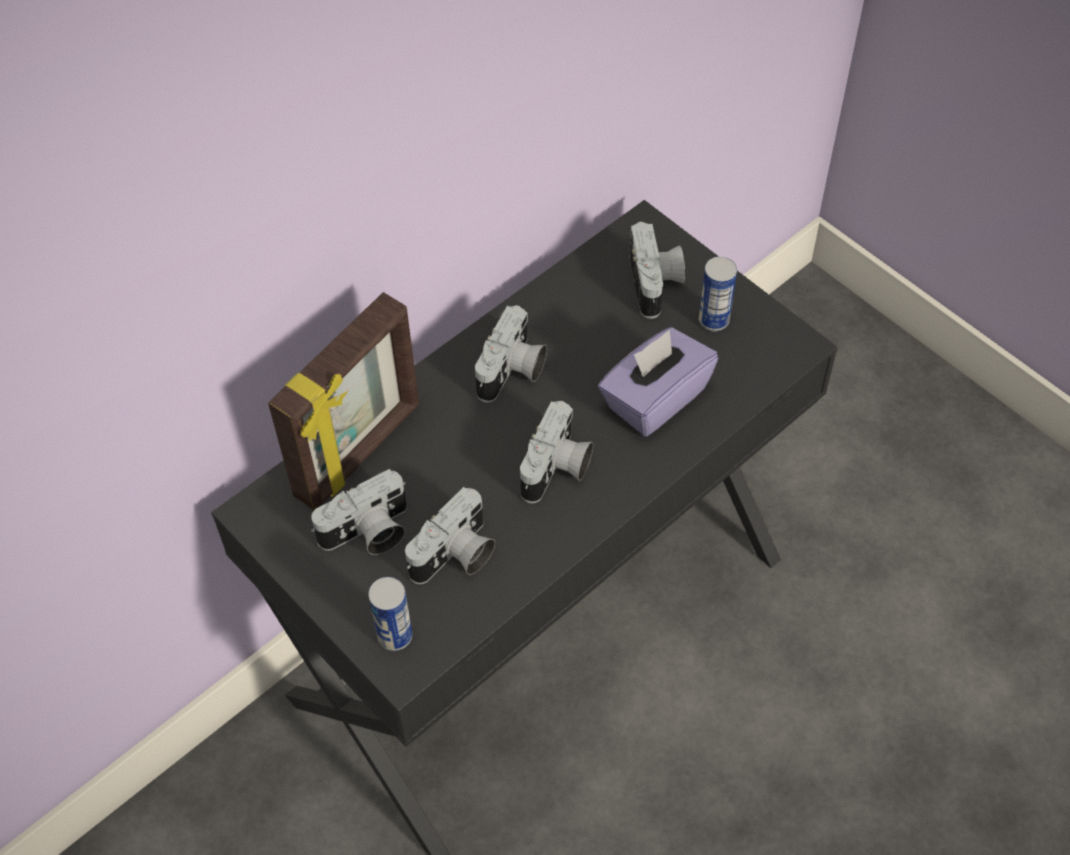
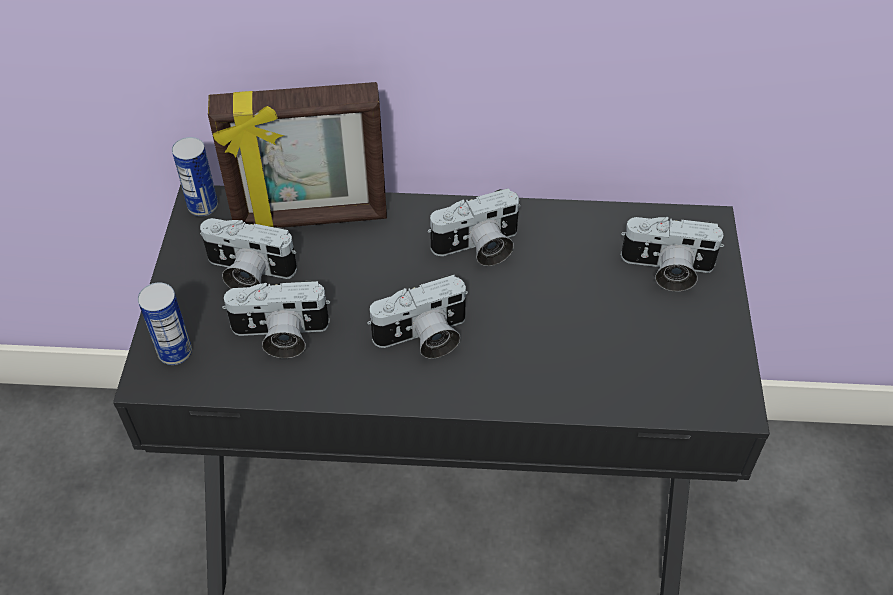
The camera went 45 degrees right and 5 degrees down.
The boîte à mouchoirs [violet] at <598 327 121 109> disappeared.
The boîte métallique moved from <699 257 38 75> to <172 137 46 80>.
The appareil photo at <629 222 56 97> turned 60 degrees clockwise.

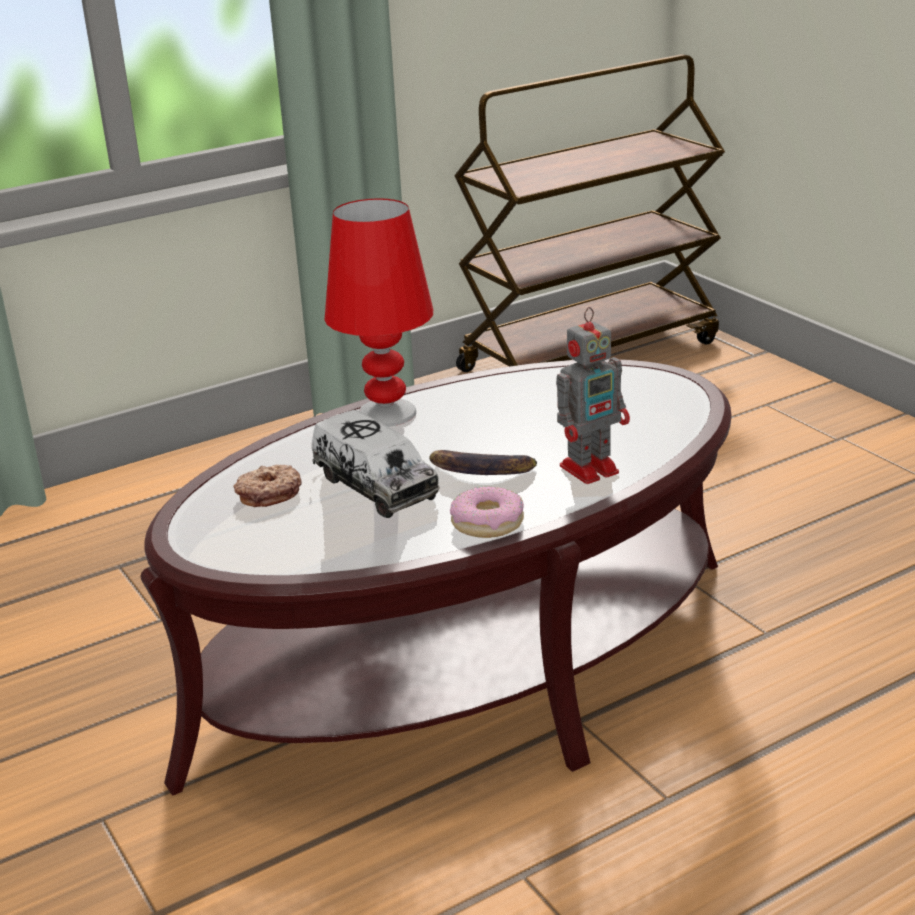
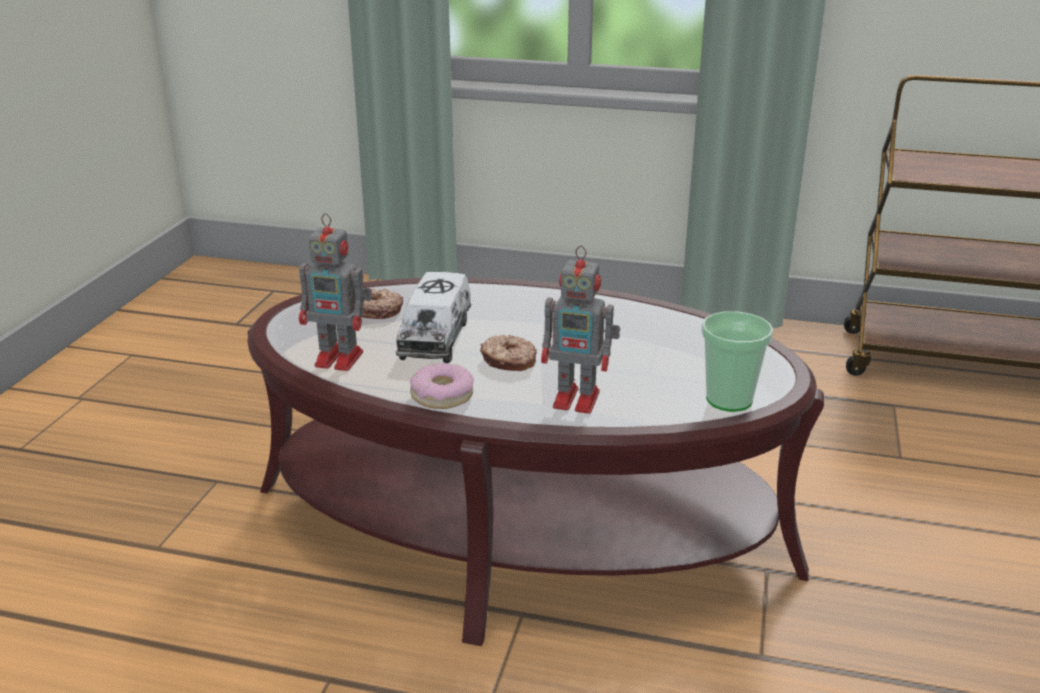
The camera went 45 degrees right and 0 degrees up.
The lampe de table [rouge] at <325 198 108 229> disappeared.
The robot jouet at <299 213 73 158> appeared.
The tasse at <701 311 72 101> appeared.
The banane at <429 450 108 25> was replaced by the beignet at <480 335 57 36>.

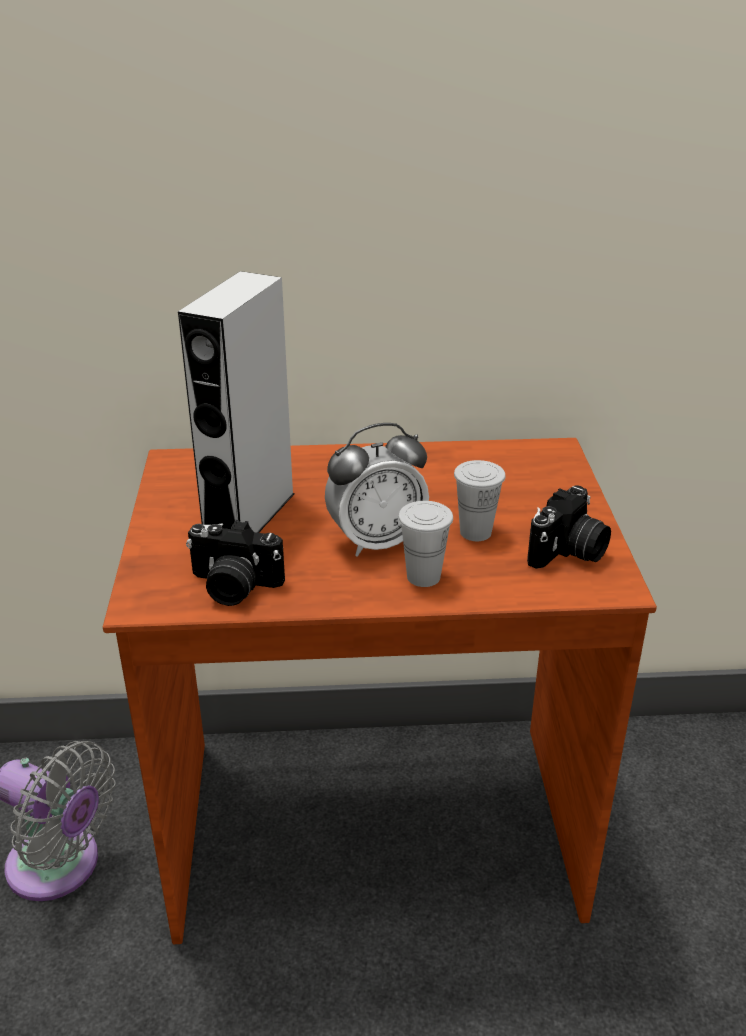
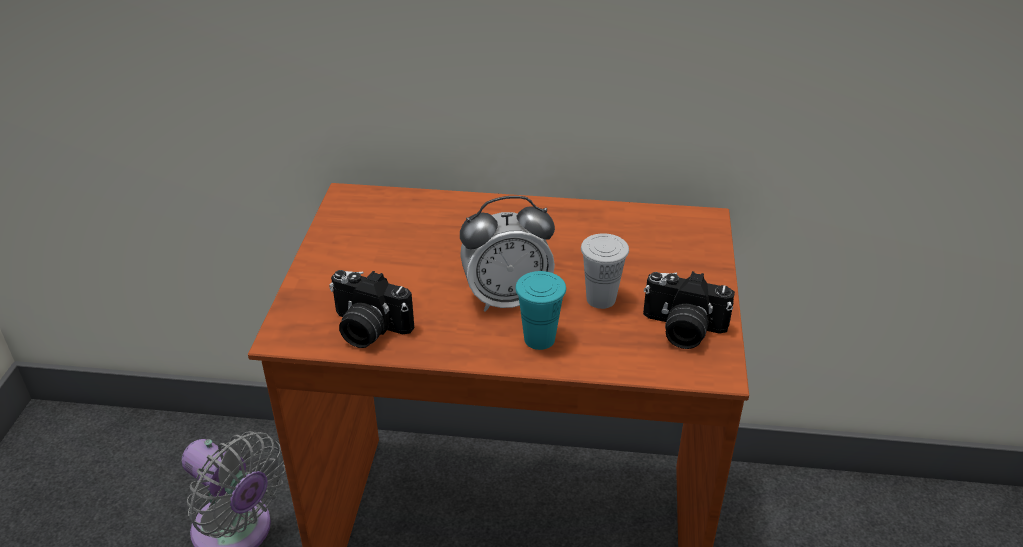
The camera went 10 degrees right and 5 degrees up.
The enceinte [gris] at <178 271 117 262> disappeared.
The tasse [blanc] at <398 501 55 86> became the tasse [turquoise] at <515 271 51 79>.
The appareil photo at <527 485 84 84> turned 60 degrees clockwise.

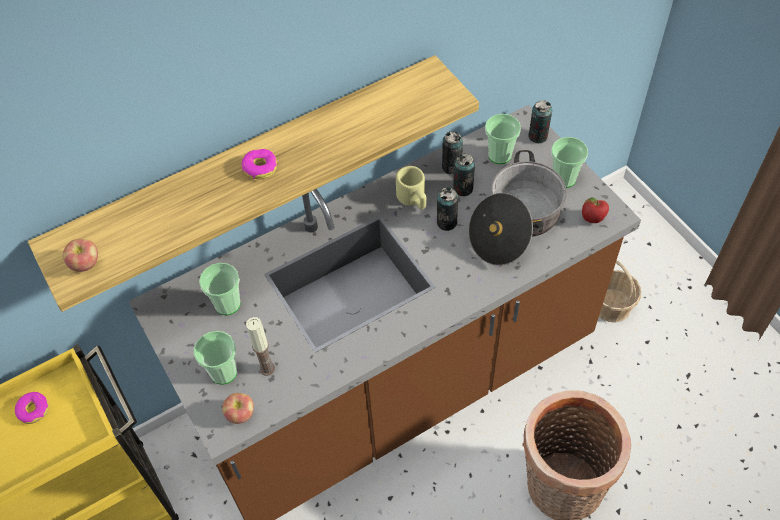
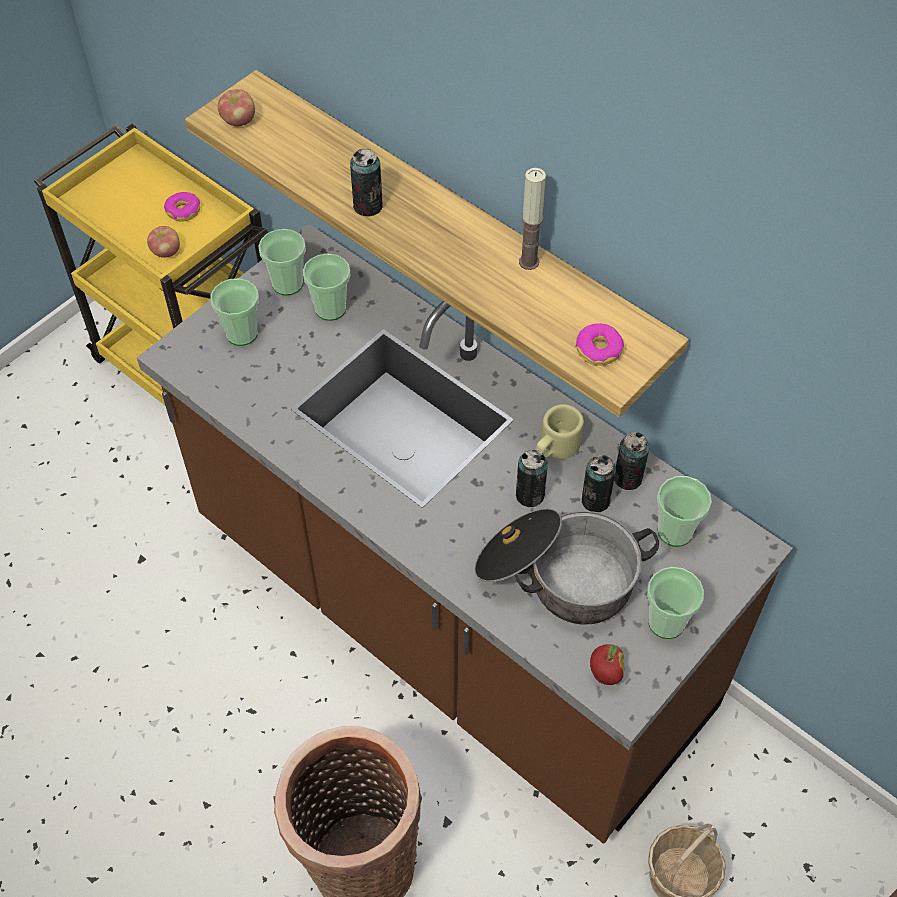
The camera went 70 degrees right and 0 degrees up.
The tasse at <258 229 48 67> appeared.
The pomme moved from <222 393 32 31> to <147 226 33 32>.
The beignet moved from <241 149 36 30> to <575 323 49 43>.
The bougie moved from <246 317 29 59> to <519 168 27 102>.
The boîte métallique moved from <528 100 24 44> to <350 149 33 67>.

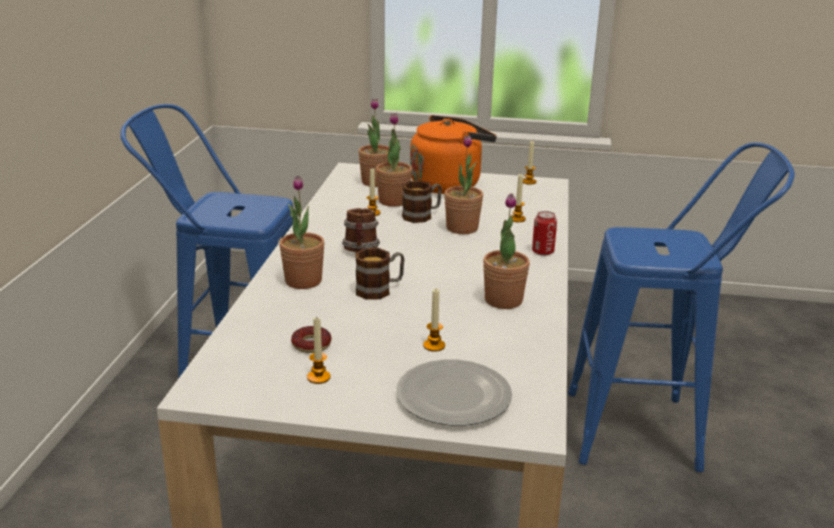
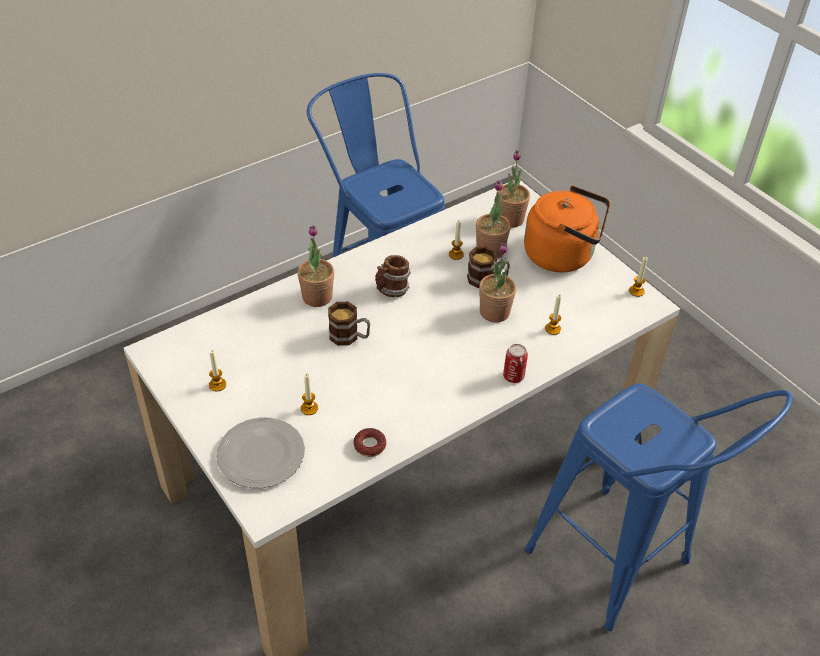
The camera went 45 degrees right and 20 degrees up.
The plante en pot at <483 193 47 116> disappeared.
The beignet moved from <291 326 41 27> to <353 428 33 29>.

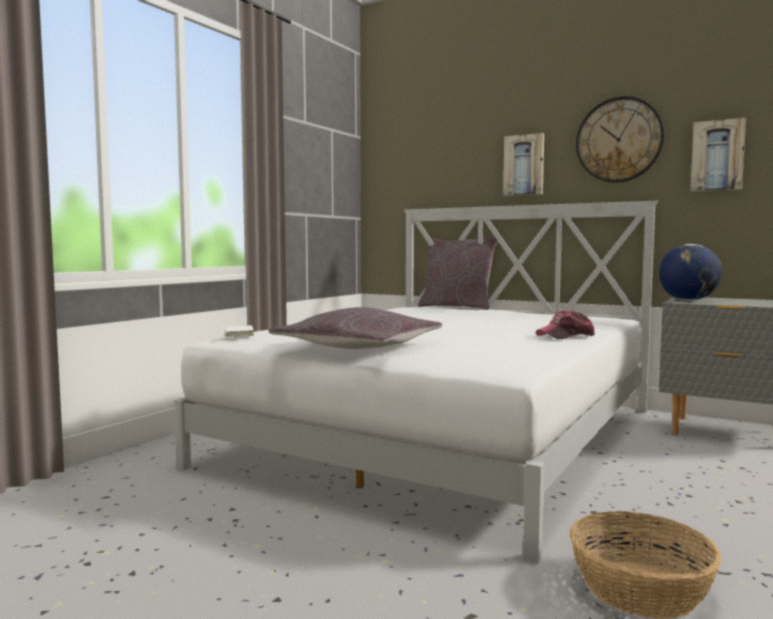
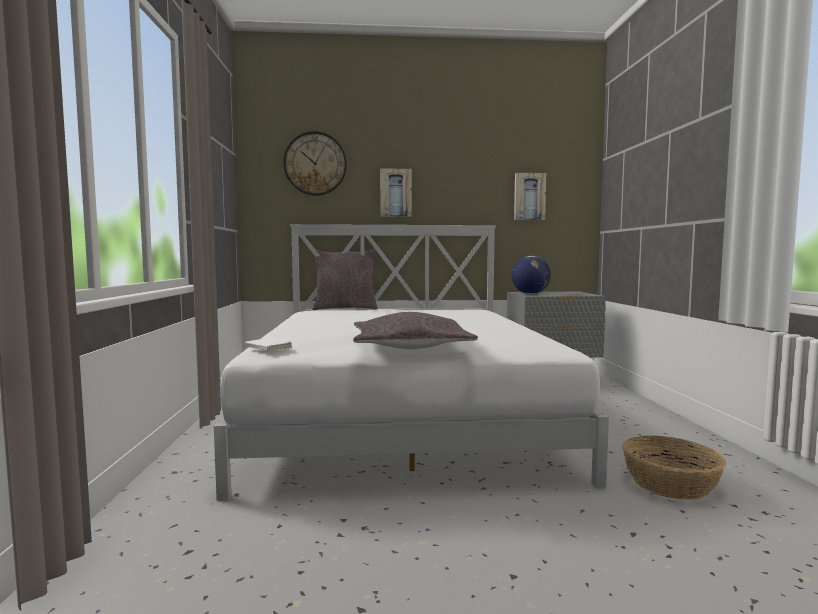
The camera went 35 degrees left and 0 degrees up.
The casquette at <536 310 59 29> disappeared.
The horloge murale moved from <576 96 88 87> to <283 131 64 65>.

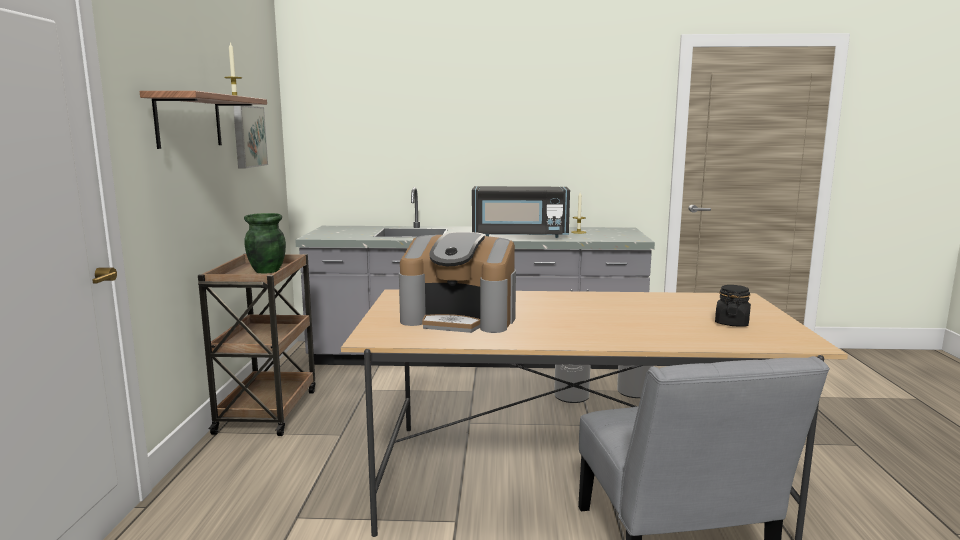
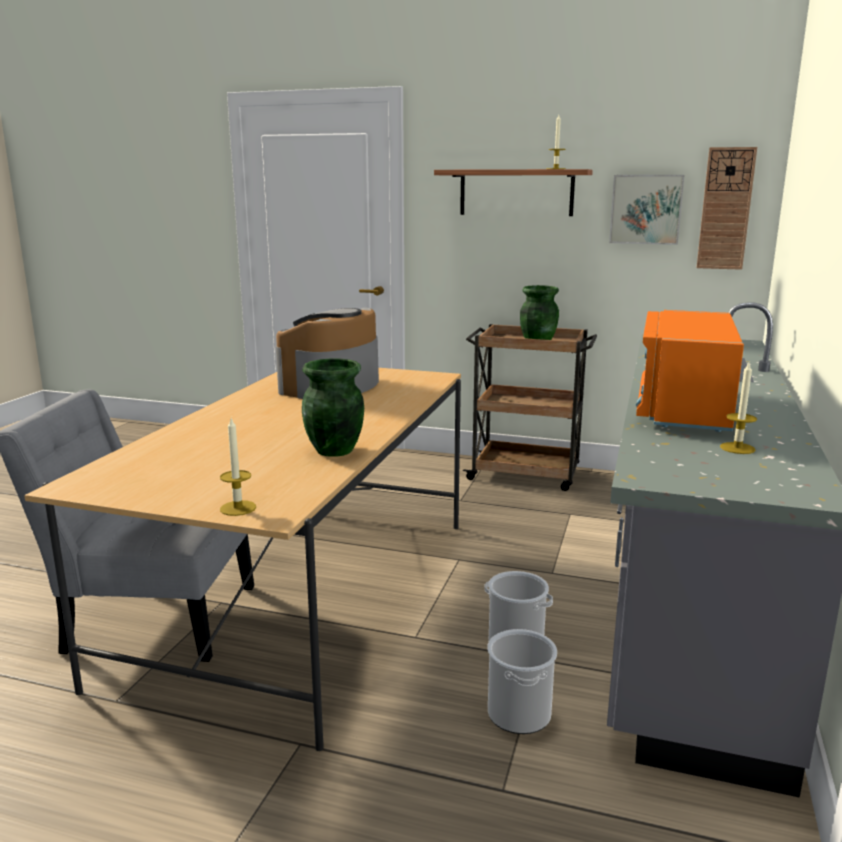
The camera went 105 degrees right and 5 degrees up.
The bocal [noir] at <715 285 36 42> disappeared.
The bougie at <220 418 36 98> appeared.
The vase [vert] at <302 359 62 98> appeared.
The horloge murale at <697 147 60 123> appeared.
The micro-ondes [noir] at <472 186 98 52> became the micro-ondes [orange] at <635 310 109 122>.

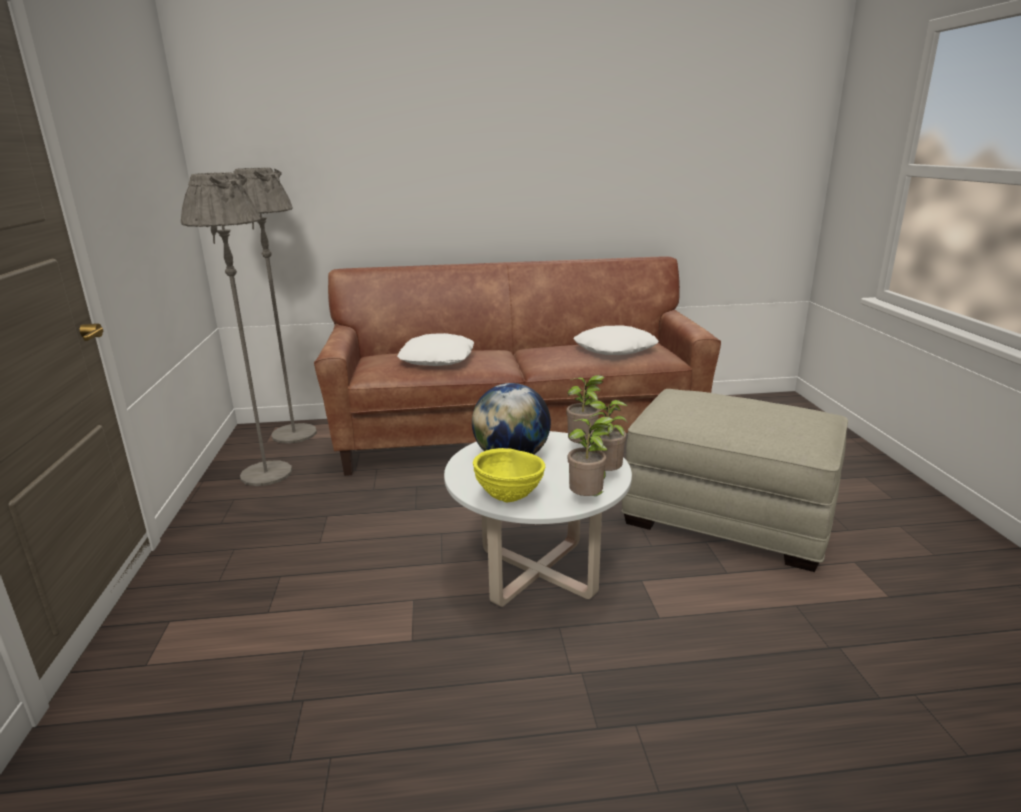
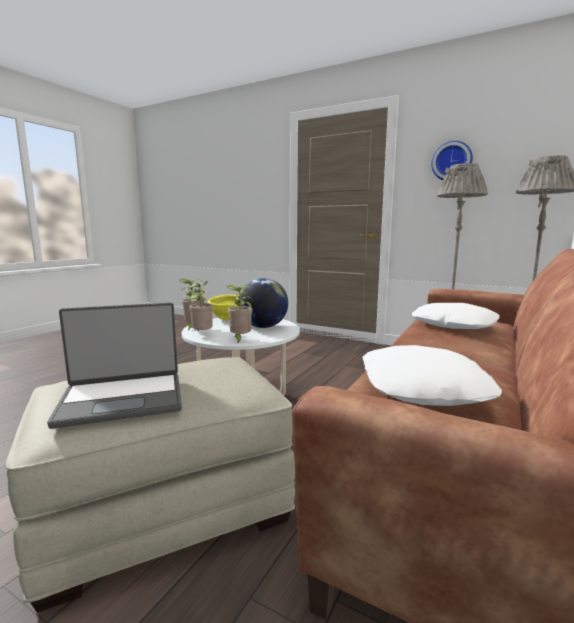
The camera went 125 degrees right and 10 degrees down.
The ordinateur portable at <47 302 135 127> appeared.
The horloge murale at <431 141 42 39> appeared.

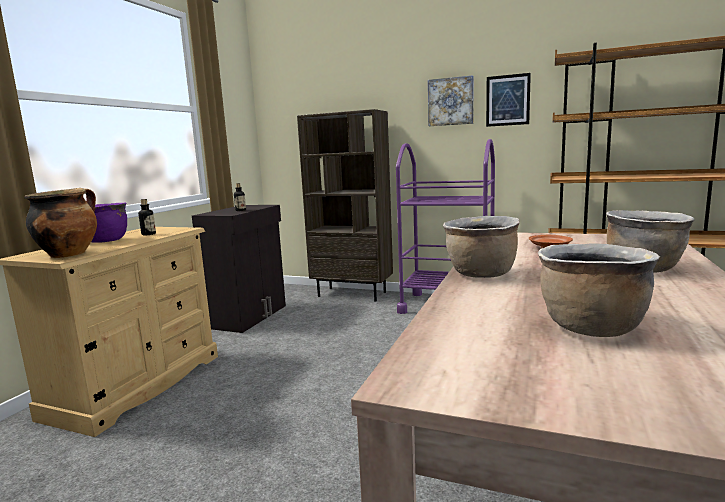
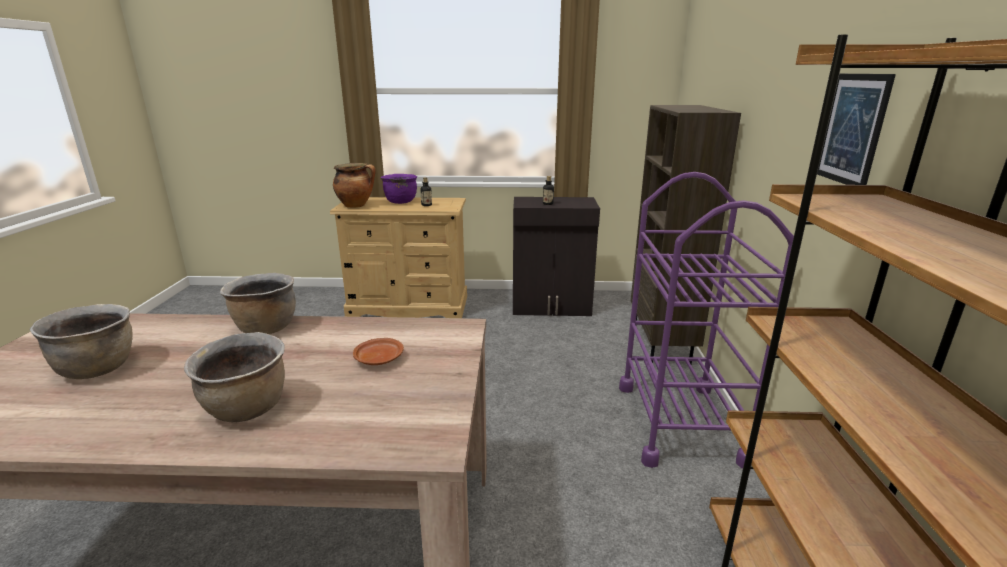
The camera went 70 degrees right and 10 degrees up.
The tableau at <428 75 46 51> disappeared.

